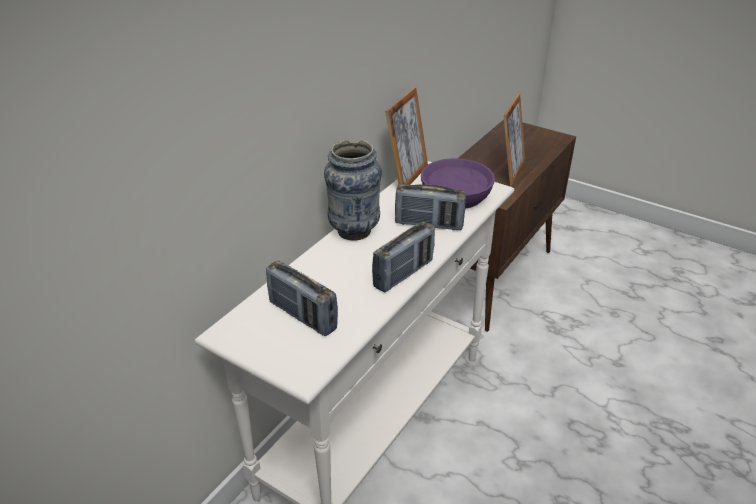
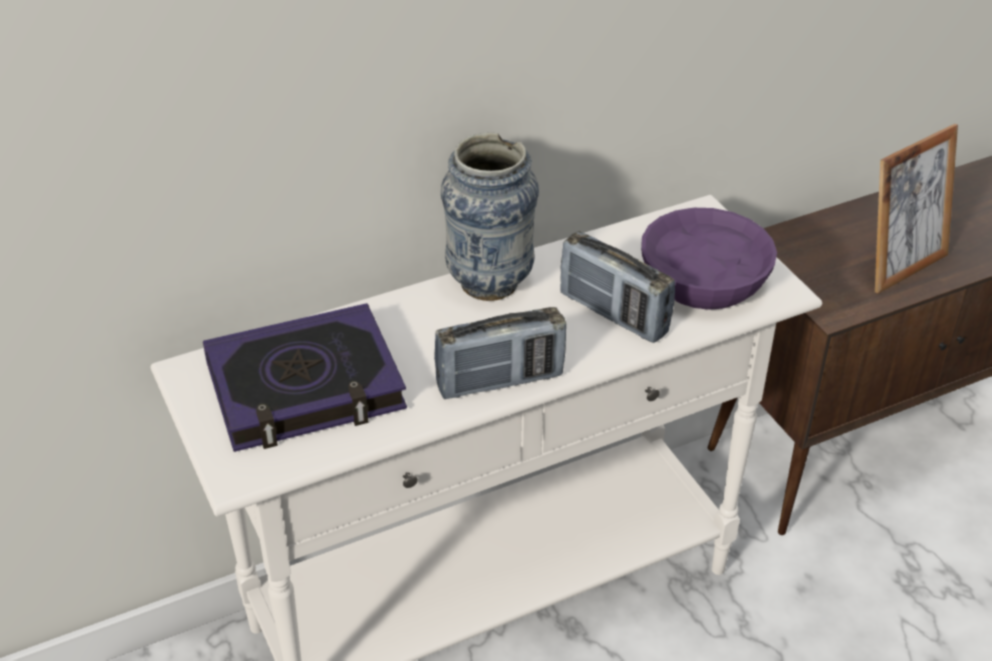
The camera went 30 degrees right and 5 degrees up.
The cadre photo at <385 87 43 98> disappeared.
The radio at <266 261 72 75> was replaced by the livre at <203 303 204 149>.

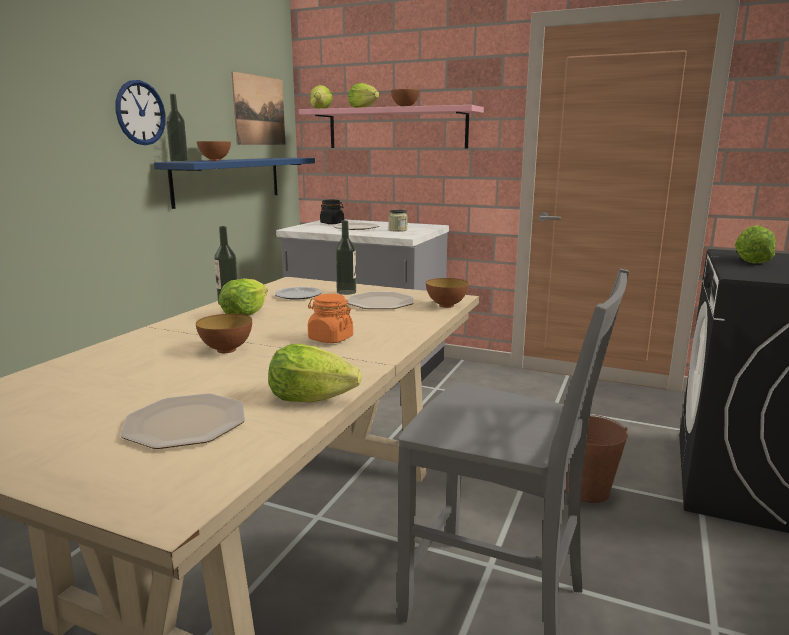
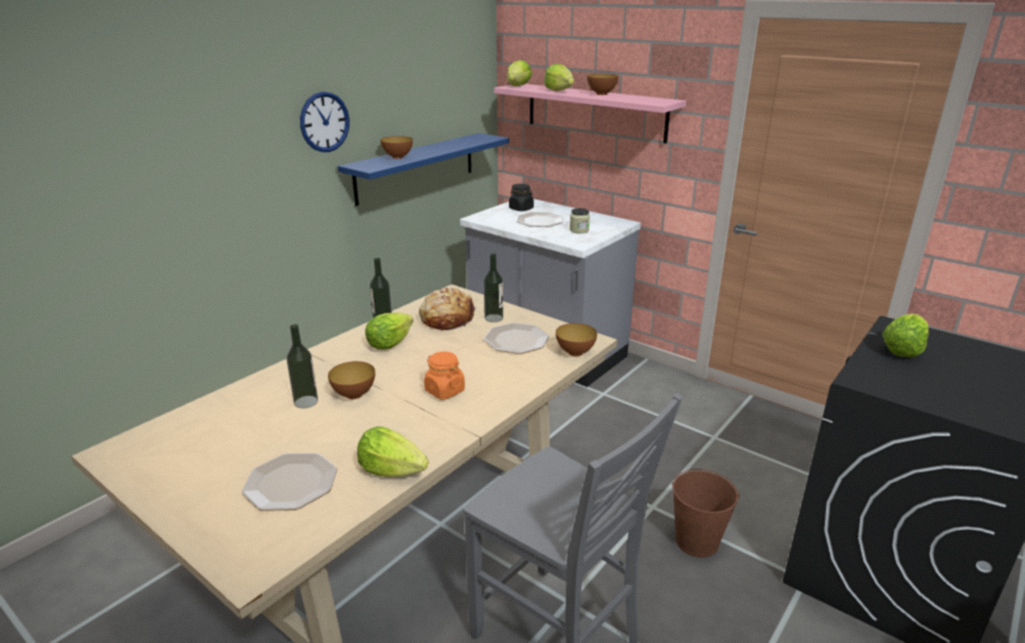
The camera went 15 degrees right and 10 degrees up.
The tableau at <231 71 55 74> disappeared.
The bouteille moved from <166 94 22 68> to <287 324 31 84>.
The assiette at <275 287 47 13> was replaced by the pain at <419 288 58 42>.

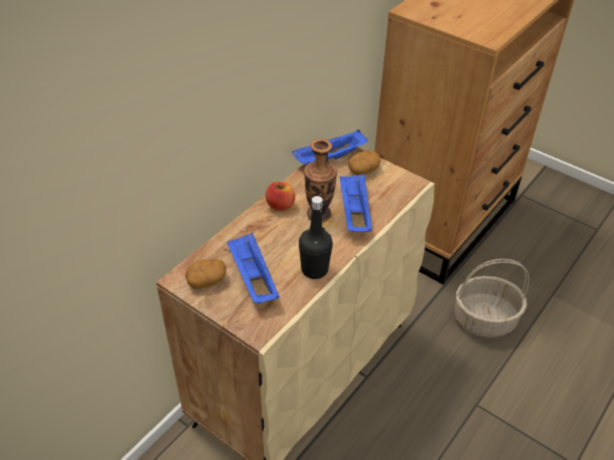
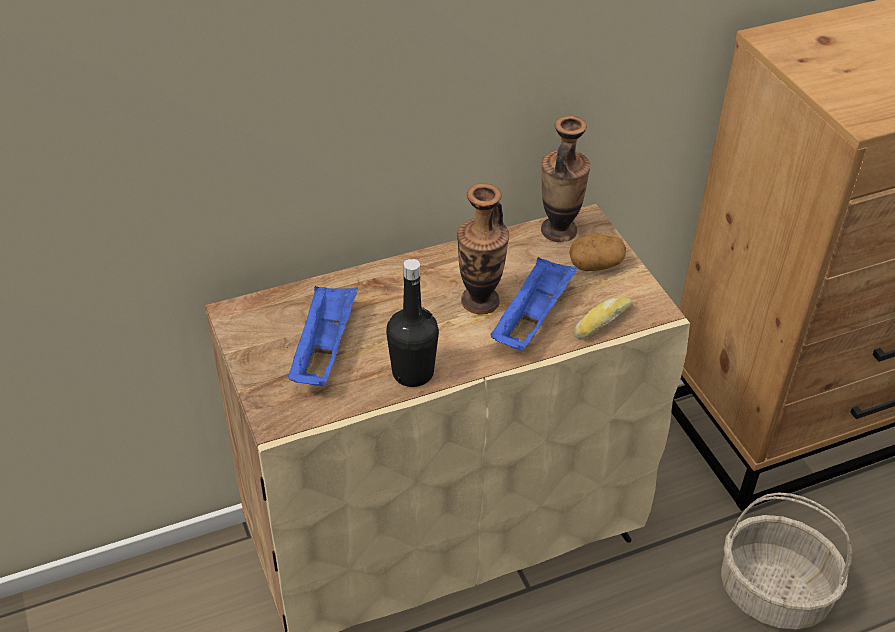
The camera went 30 degrees right and 0 degrees up.
The pomme de terre at <185 259 41 30> disappeared.
The pomme at <265 182 30 29> disappeared.
The pain at <574 296 59 43> appeared.
The plateau [bleu] at <292 130 76 35> was replaced by the vase at <541 116 49 126>.

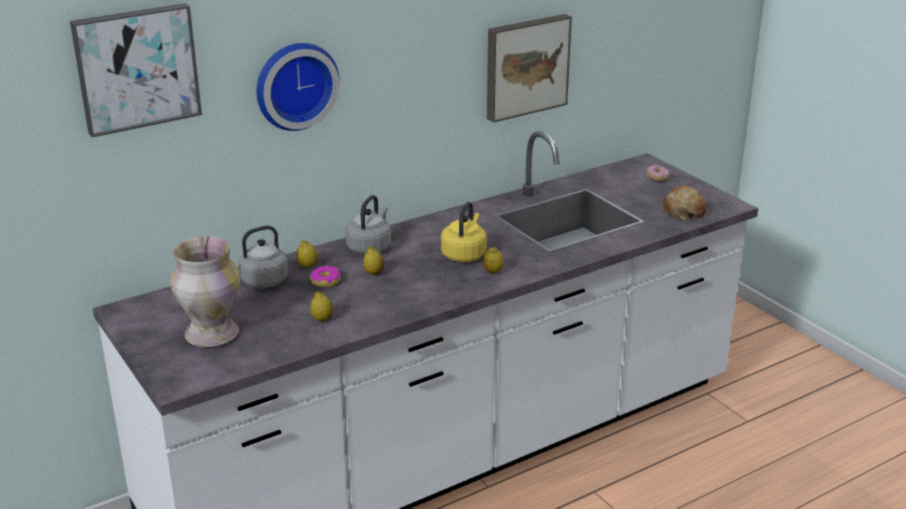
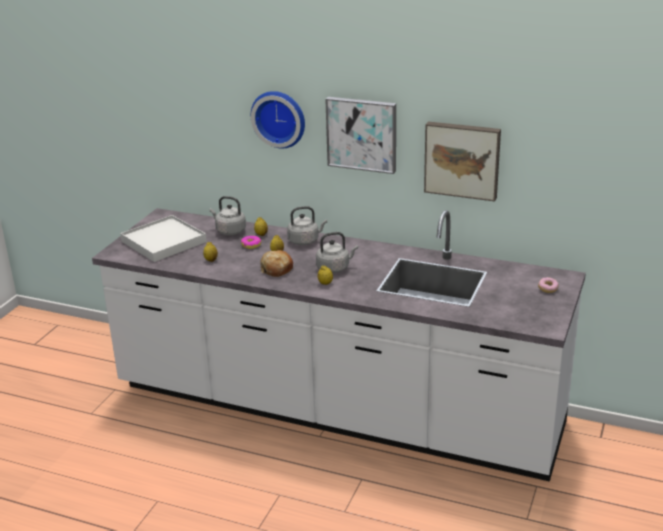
The camera went 55 degrees right and 0 degrees up.
The tableau moved from <70 3 132 134> to <325 97 71 77>.
The pain moved from <663 186 44 34> to <260 250 33 27>.
The vase at <170 236 70 111> was replaced by the plateau [blanc] at <120 215 87 47>.
The bouilloire [jaune] at <441 202 46 60> became the bouilloire [gris] at <316 232 42 41>.

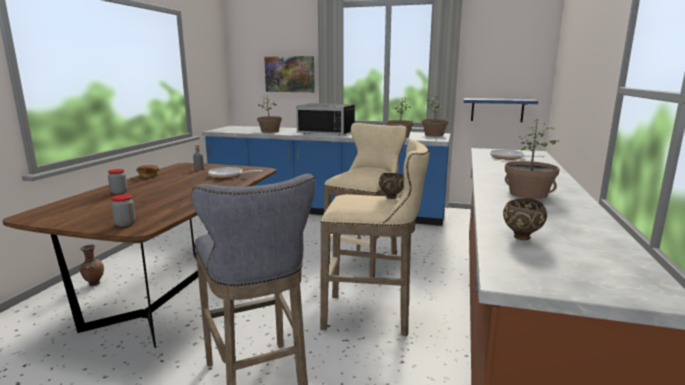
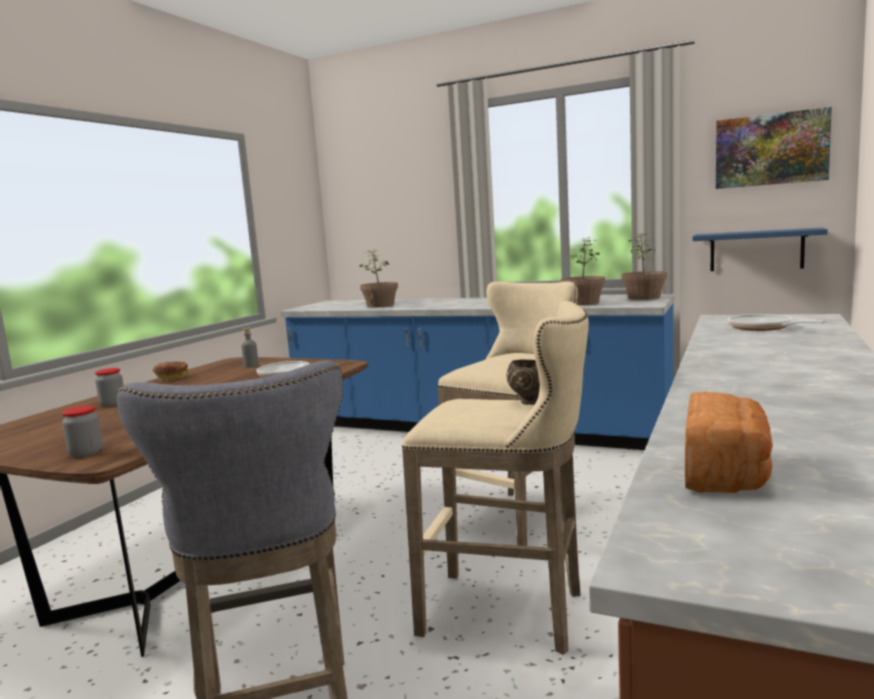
The camera went 10 degrees right and 5 degrees down.
The vase [marron] at <80 245 24 41> disappeared.
The micro-ondes [noir] at <296 103 59 33> disappeared.
The plante en pot at <505 119 55 80> disappeared.
The tableau moved from <264 56 51 36> to <716 107 116 82>.
The bol [marron] at <503 198 44 42> was replaced by the pain at <685 392 88 101>.

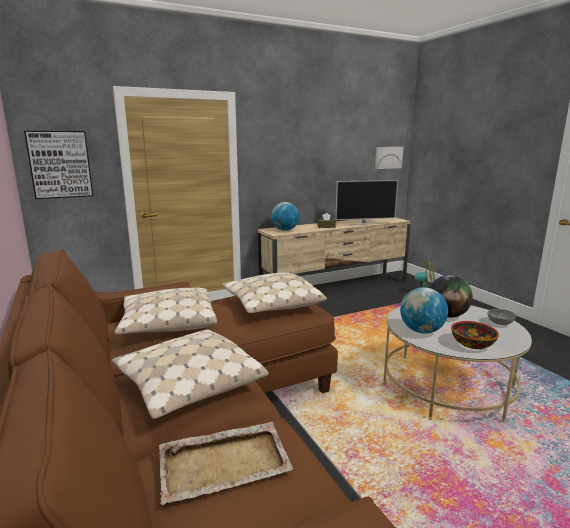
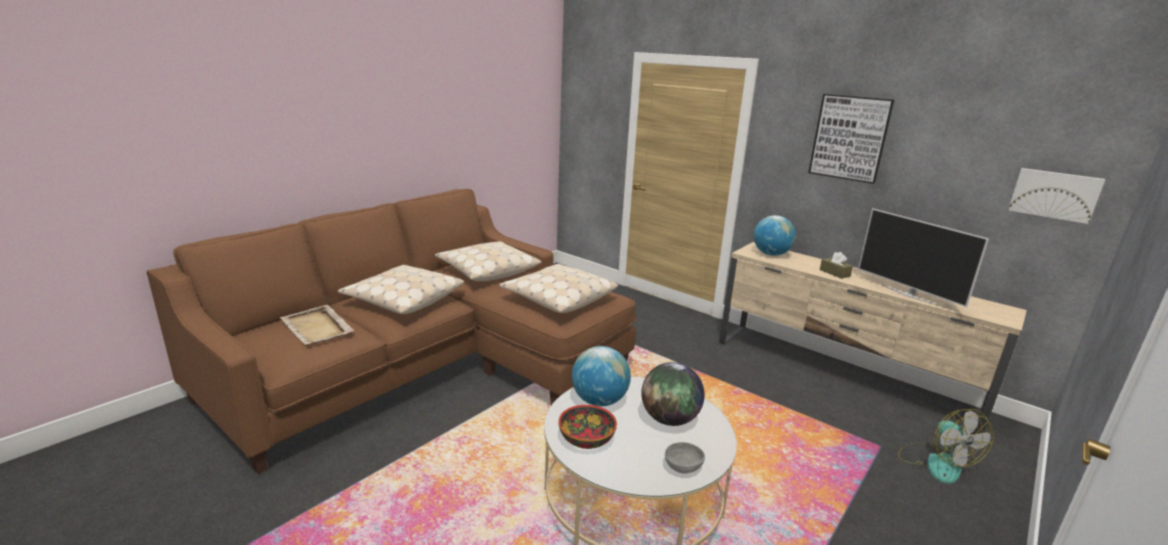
The camera went 65 degrees right and 5 degrees up.
The tableau moved from <24 131 69 68> to <808 94 86 90>.

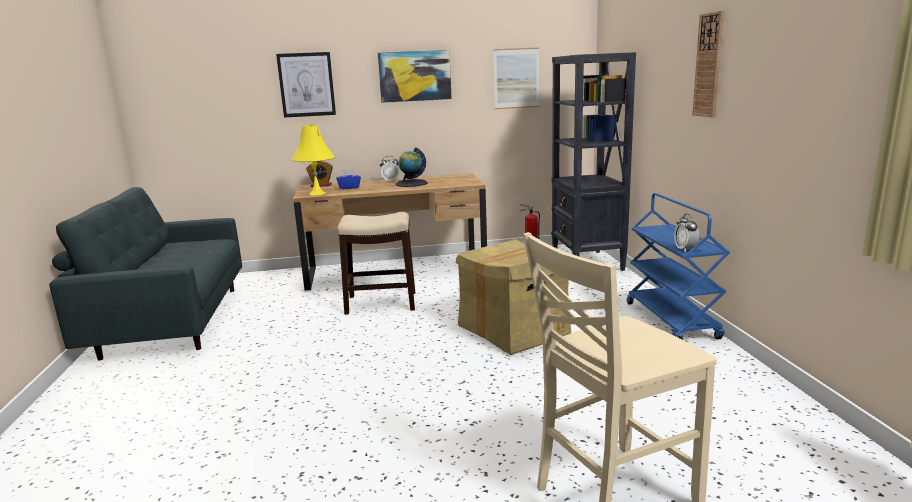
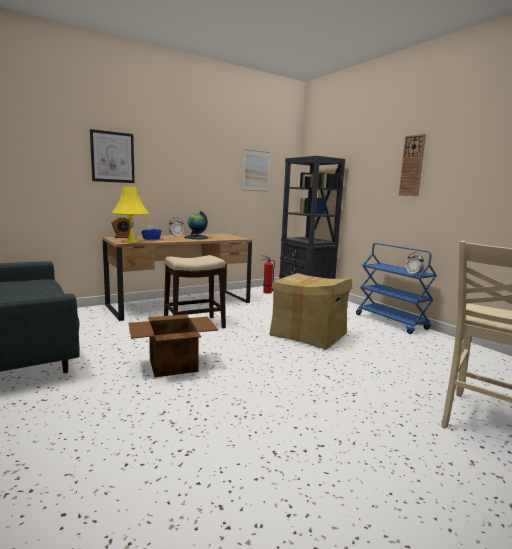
The camera went 25 degrees left and 5 degrees down.
The tableau at <378 50 74 53> disappeared.
The carton at <128 314 90 63> appeared.

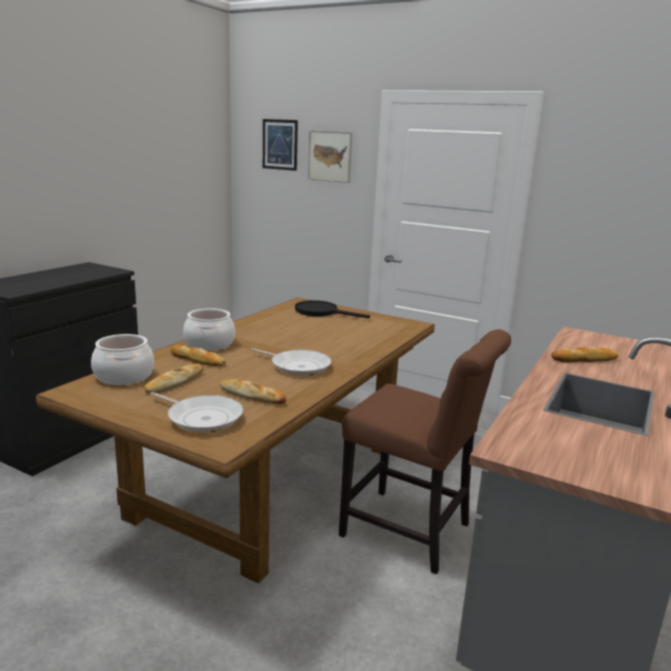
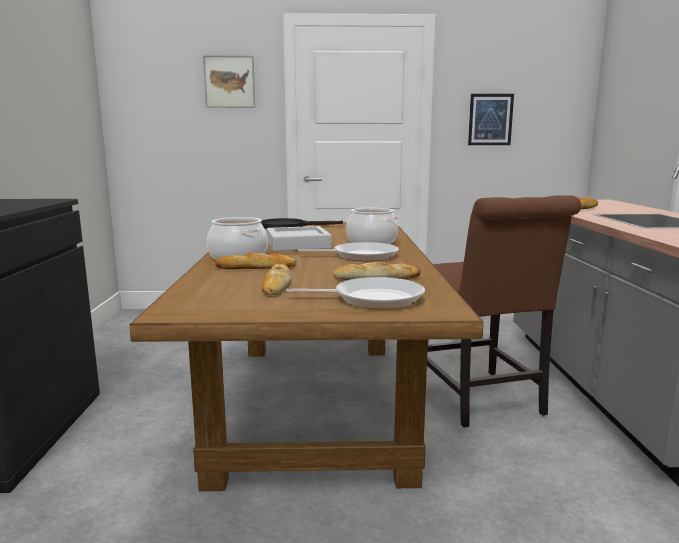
The camera went 30 degrees left and 5 degrees down.
The plateau [gris] at <267 226 65 25> appeared.
The marmite moved from <91 334 63 51> to <346 208 53 36>.
The tableau moved from <263 119 35 52> to <468 94 46 51>.
The chaise [marron] at <339 329 172 245> turned 75 degrees clockwise.

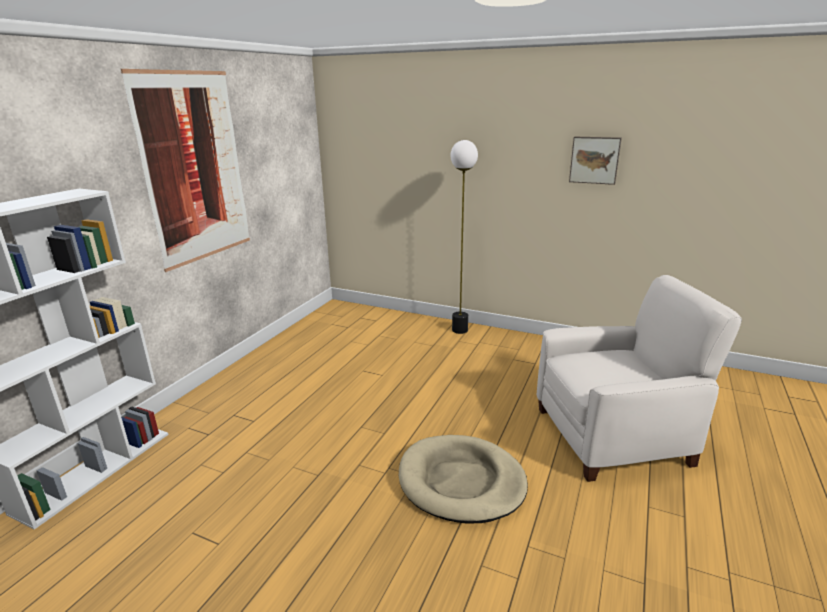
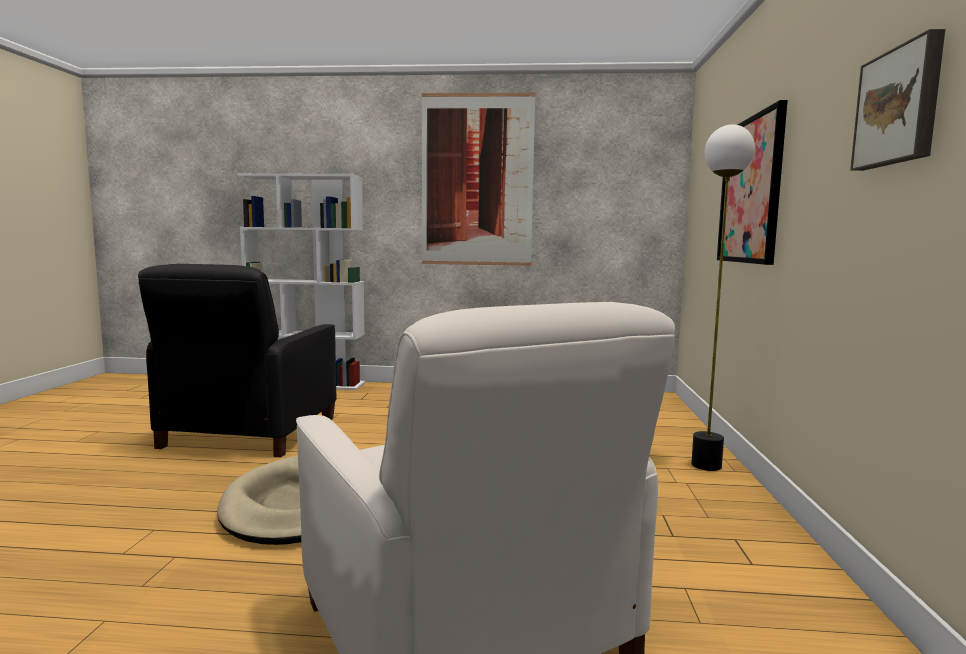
The camera went 70 degrees right and 15 degrees down.
The fauteuil [noir] at <138 264 199 194> appeared.
The tableau at <717 100 71 165> appeared.

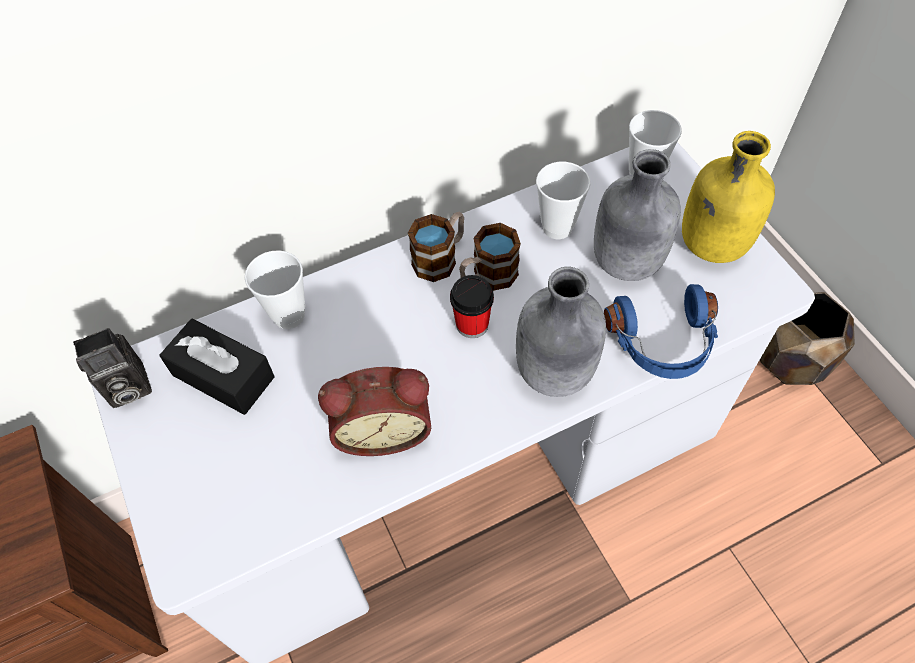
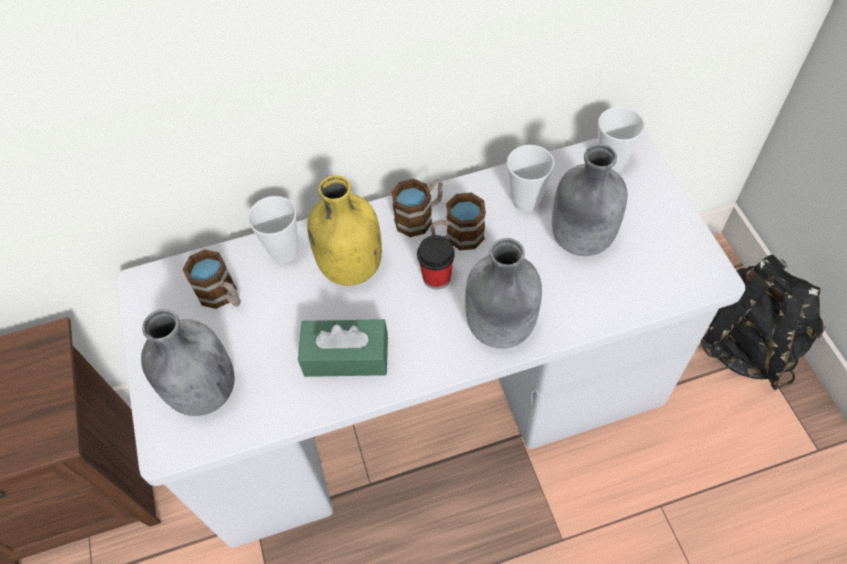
The camera went 10 degrees right and 0 degrees up.
The appareil photo at <73 328 79 80> disappeared.
The casque audio [bleu] at <604 284 114 95> disappeared.
The bouteille [gris] at <141 309 94 107> appeared.
The bouteille [jaune] moved from <682 131 93 132> to <307 175 75 111>.
The boîte à mouchoirs [noir] at <159 318 116 97> was replaced by the mug at <183 249 58 60>.
The réveil at <318 367 113 89> was replaced by the boîte à mouchoirs [vert] at <298 319 90 58>.
The cache-pot [marron] at <759 292 96 93> was replaced by the sac à dos [noir] at <701 254 124 136>.

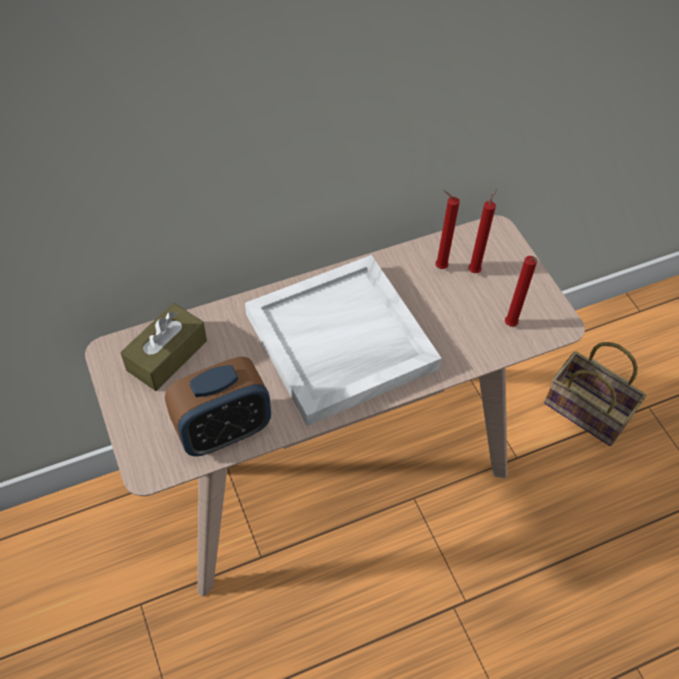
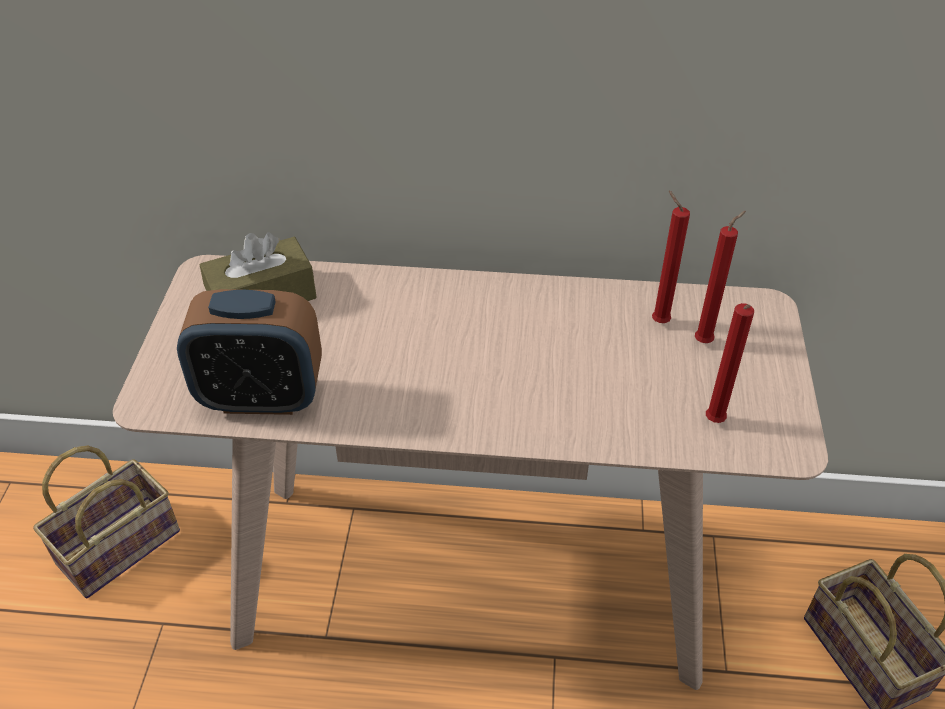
The camera went 30 degrees right and 10 degrees down.
The plateau [blanc] at <245 255 197 171> disappeared.
The panier at <33 446 147 152> appeared.

